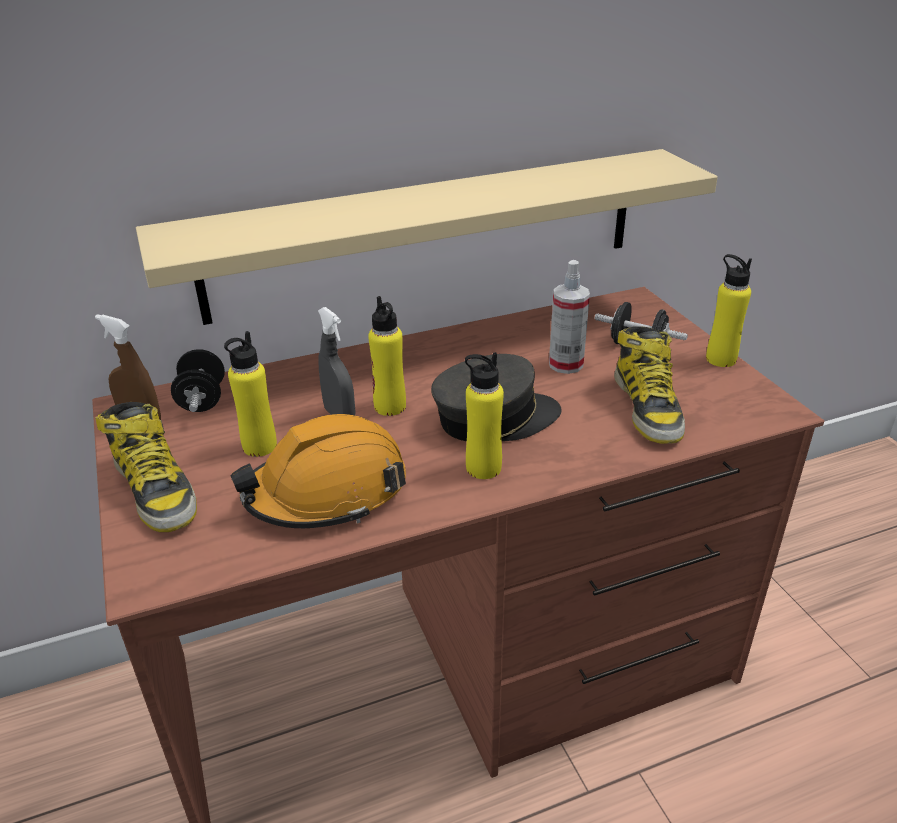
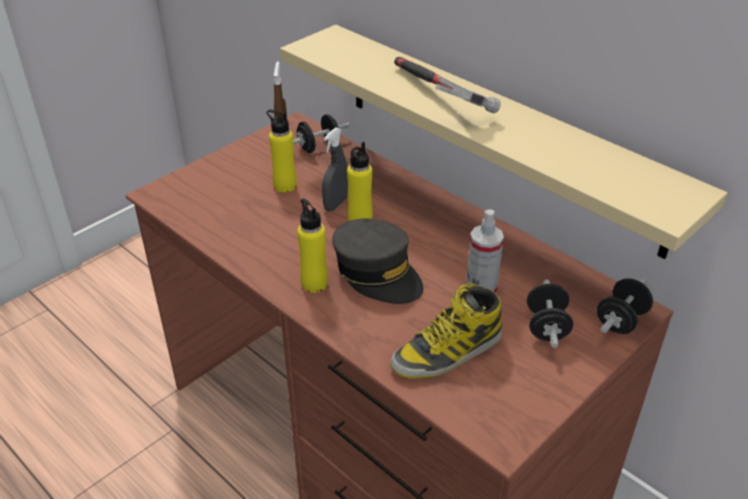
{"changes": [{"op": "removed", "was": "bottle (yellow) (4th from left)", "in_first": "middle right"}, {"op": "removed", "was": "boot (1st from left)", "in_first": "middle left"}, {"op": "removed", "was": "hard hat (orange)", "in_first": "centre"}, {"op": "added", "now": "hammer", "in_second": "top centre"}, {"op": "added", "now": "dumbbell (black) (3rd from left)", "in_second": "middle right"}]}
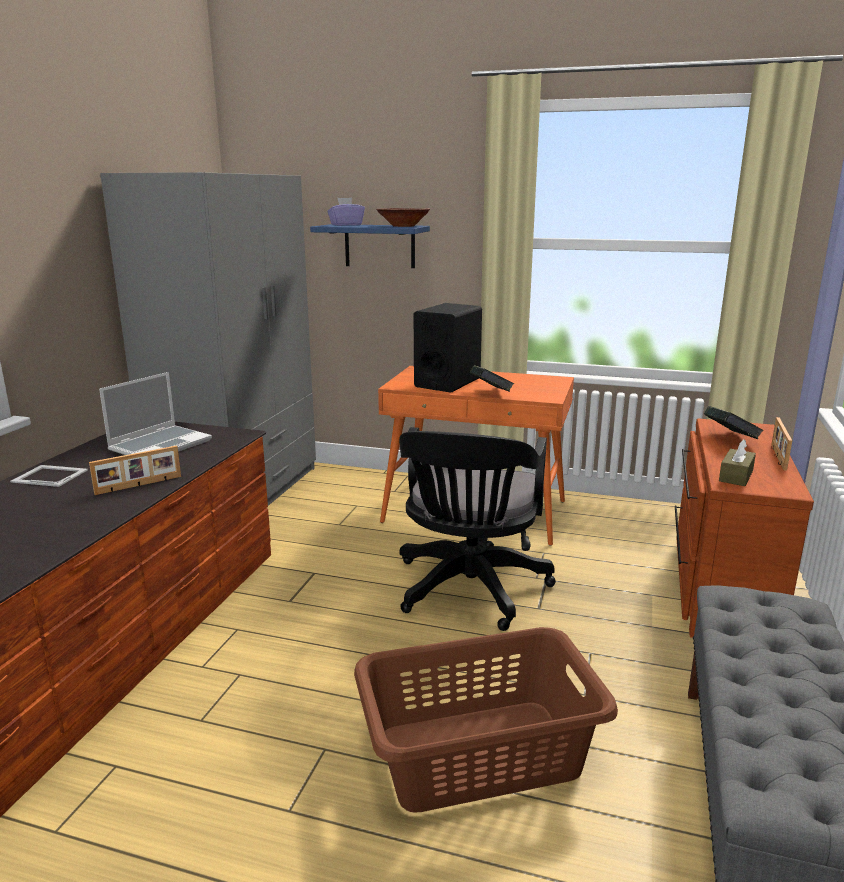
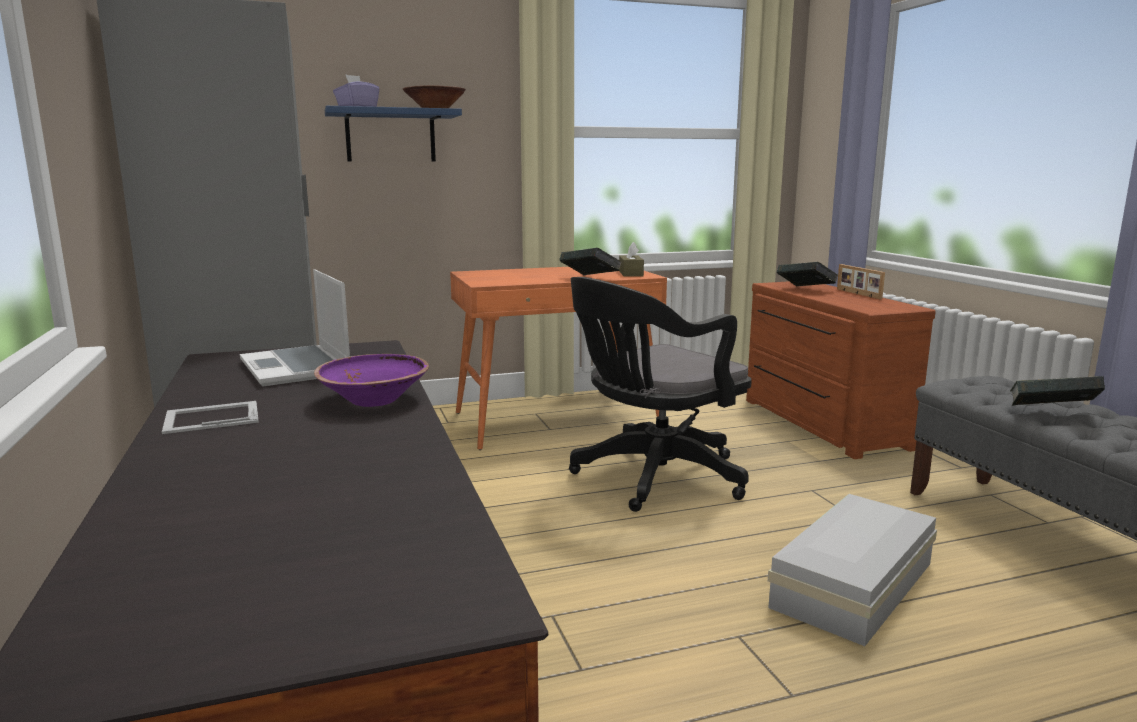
{"changes": [{"op": "removed", "was": "speaker (black)", "in_first": "centre"}, {"op": "turned", "was": "laptop", "in_first": "middle left", "in_second": "middle left", "clockwise": 150}, {"op": "turned", "was": "office chair (black)", "in_first": "centre", "in_second": "centre", "clockwise": 75}, {"op": "moved", "was": "tissue box (brown)", "in_first": "middle right", "in_second": "centre"}, {"op": "replaced", "was": "picture frame (2nd from left)", "now": "bowl (purple)", "in_first": "middle left", "in_second": "middle left"}, {"op": "replaced", "was": "laundry basket (brown)", "now": "storage box (white)", "in_first": "bottom centre", "in_second": "bottom right"}, {"op": "added", "now": "book (3rd from left)", "in_second": "middle right"}]}
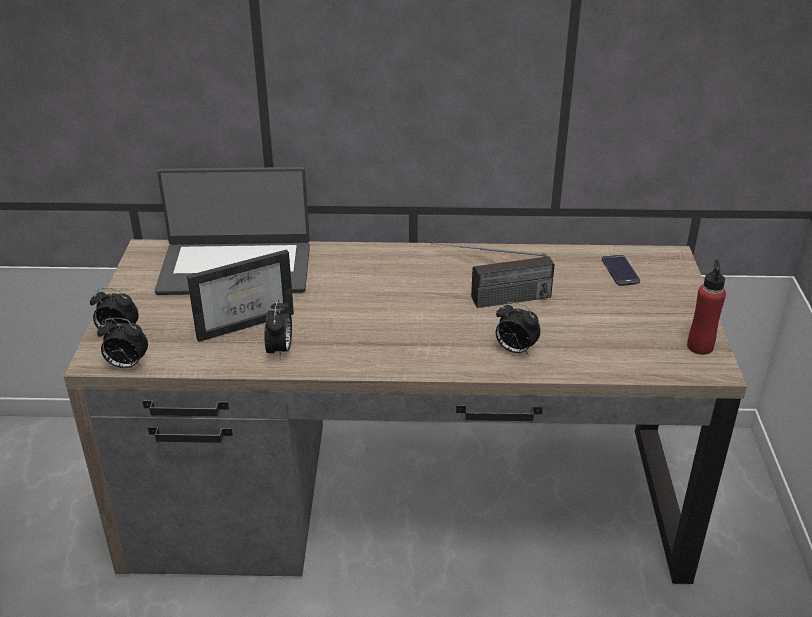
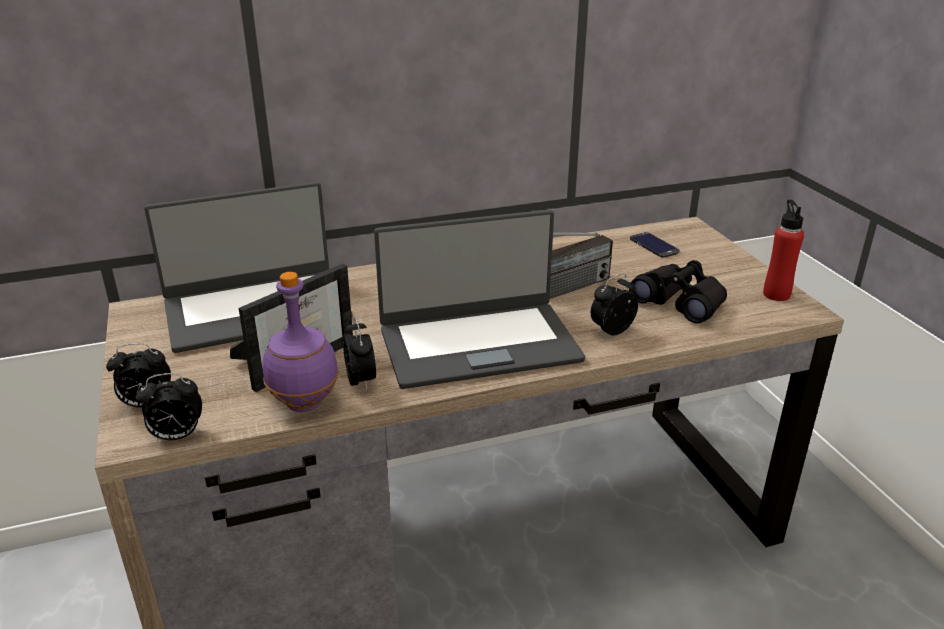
{"changes": [{"op": "turned", "was": "alarm clock (4th from left)", "in_first": "centre", "in_second": "centre", "clockwise": 135}, {"op": "added", "now": "laptop (2nd from left)", "in_second": "centre"}, {"op": "added", "now": "binoculars (black)", "in_second": "middle right"}, {"op": "added", "now": "bottle (purple)", "in_second": "middle left"}]}
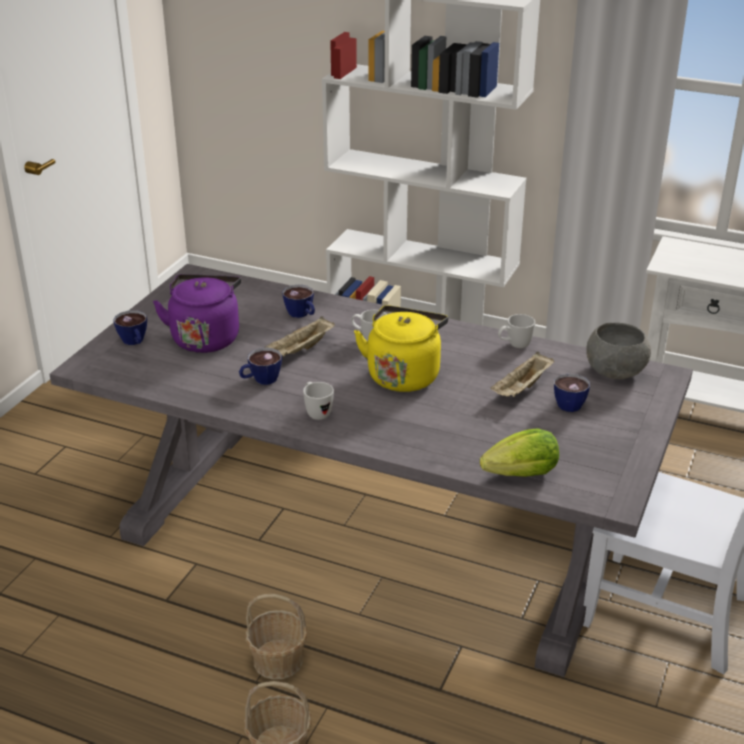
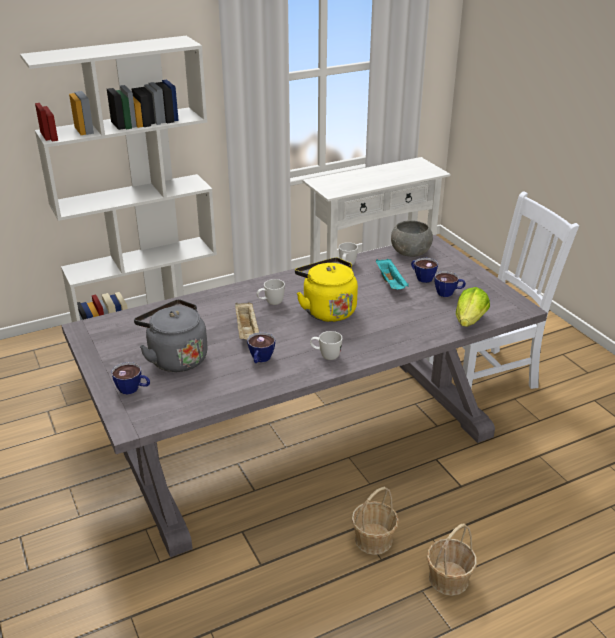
{"changes": [{"op": "recoloured", "was": "kettle (purple)", "now": "kettle (grey)", "in_first": "middle left", "in_second": "middle left"}, {"op": "moved", "was": "cup (3rd from left in the first image)", "now": "cup (4th from left)", "in_first": "centre", "in_second": "middle right"}, {"op": "recoloured", "was": "tray (beige) (2nd from left)", "now": "tray (turquoise)", "in_first": "middle right", "in_second": "centre"}]}
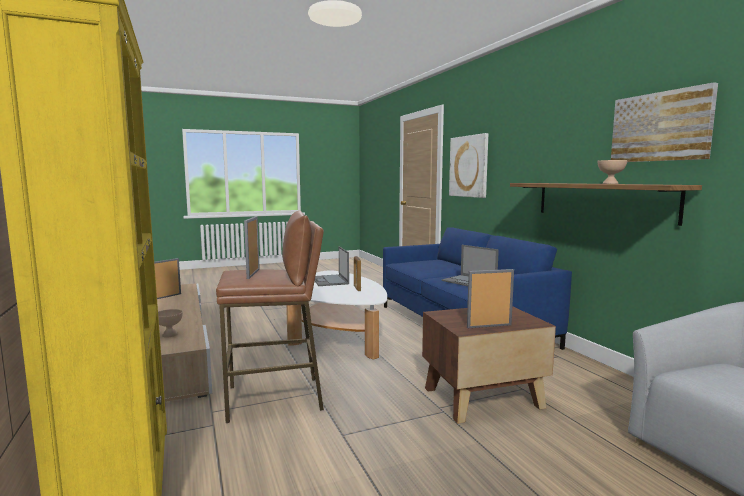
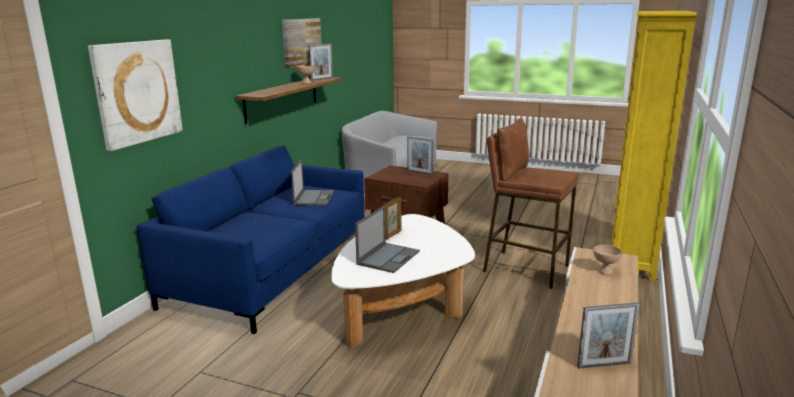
{"changes": [{"op": "moved", "was": "picture frame (2nd from left in the first image)", "now": "picture frame (1st from left)", "in_first": "centre", "in_second": "top centre"}]}
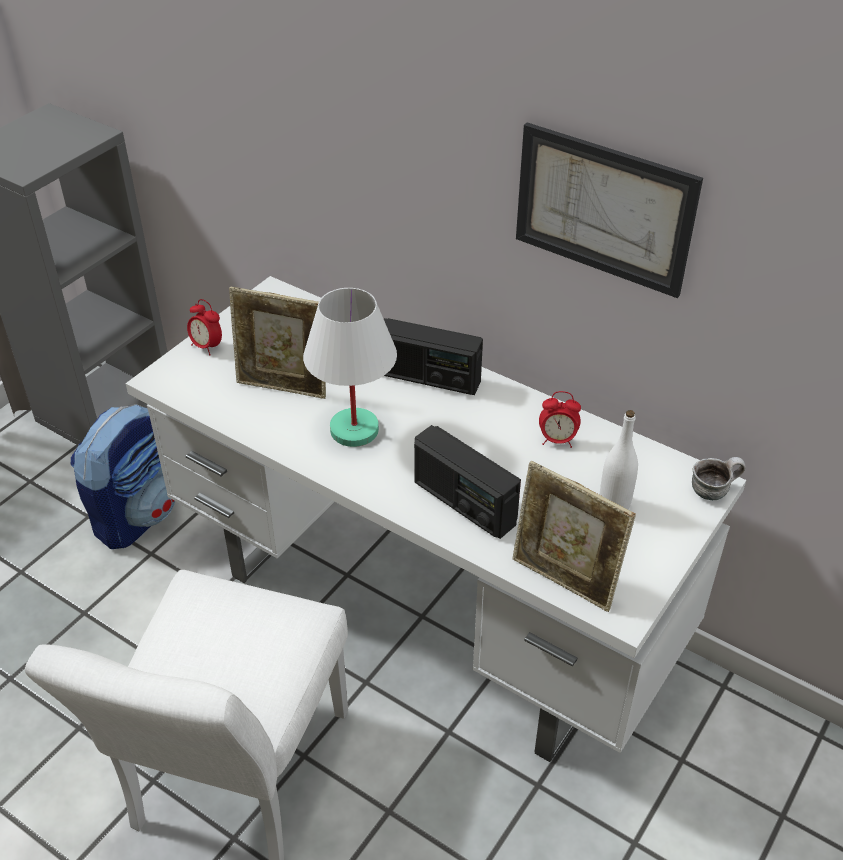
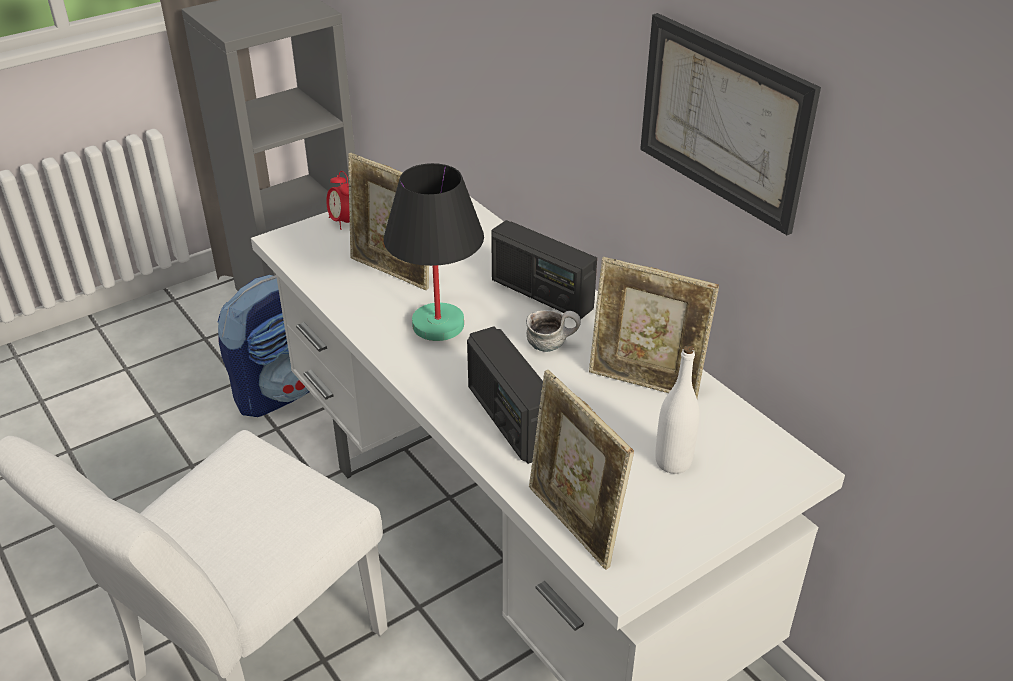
{"changes": [{"op": "recoloured", "was": "table lamp (white)", "now": "table lamp (black)", "in_first": "centre", "in_second": "centre"}, {"op": "replaced", "was": "alarm clock (2nd from left)", "now": "picture frame (3rd from left)", "in_first": "centre", "in_second": "centre"}, {"op": "moved", "was": "mug", "in_first": "middle right", "in_second": "centre"}]}
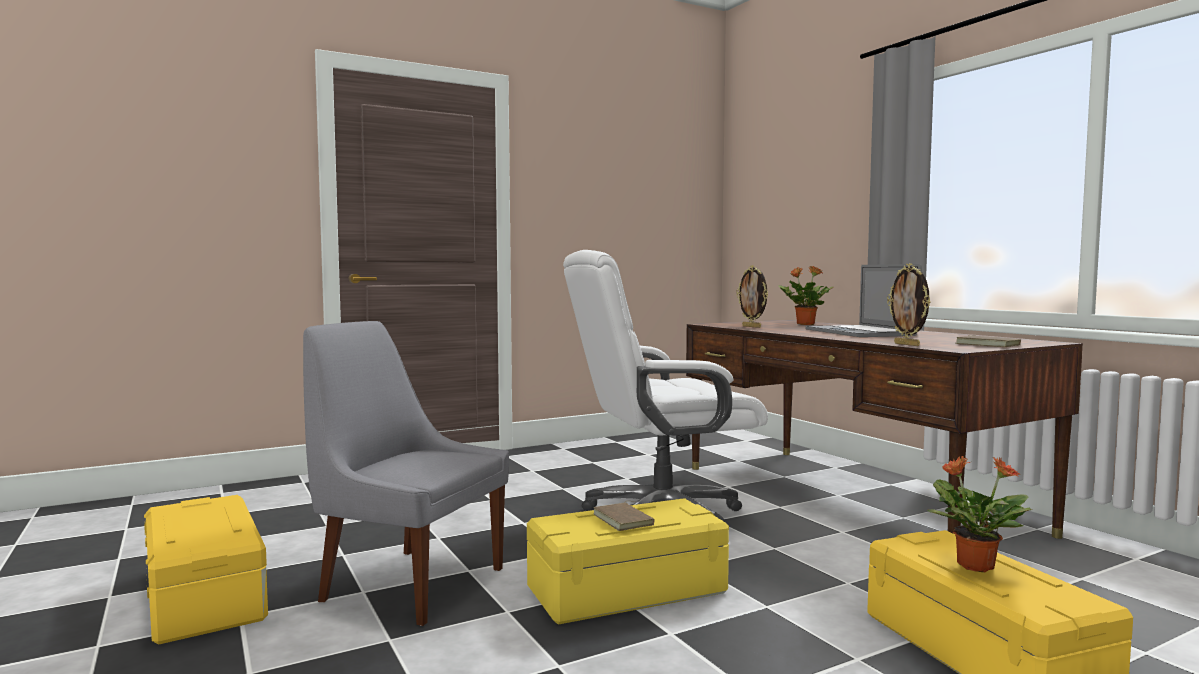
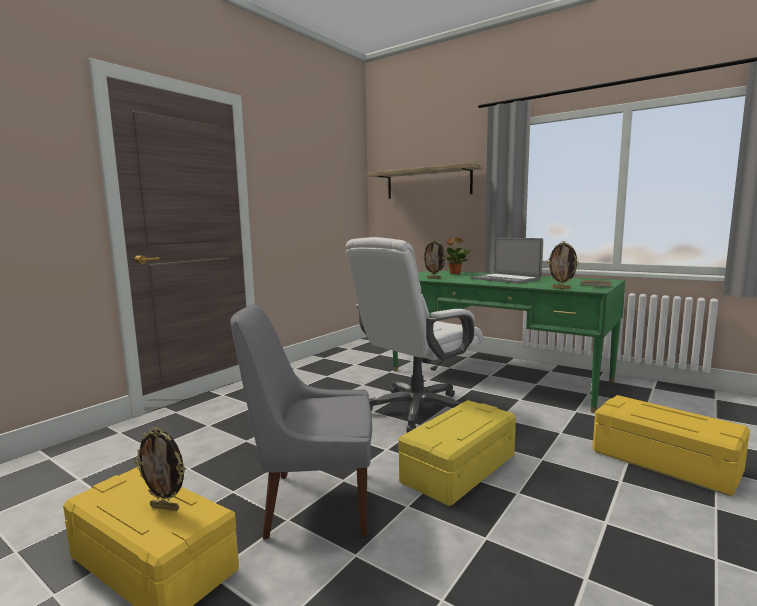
{"changes": [{"op": "recoloured", "was": "desk (brown)", "now": "desk (green)", "in_first": "middle right", "in_second": "middle right"}, {"op": "removed", "was": "potted plant (2nd from left)", "in_first": "bottom right"}, {"op": "removed", "was": "book (brown) (1st from left)", "in_first": "bottom centre"}, {"op": "added", "now": "shelf", "in_second": "top centre"}, {"op": "added", "now": "picture frame (1st from left)", "in_second": "bottom left"}]}
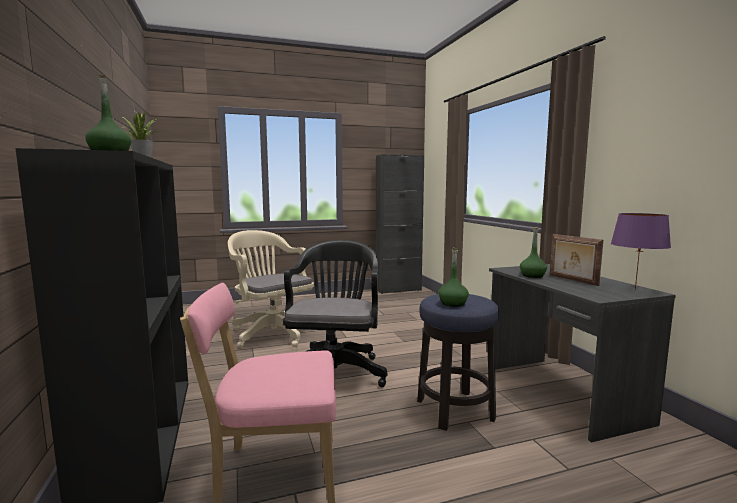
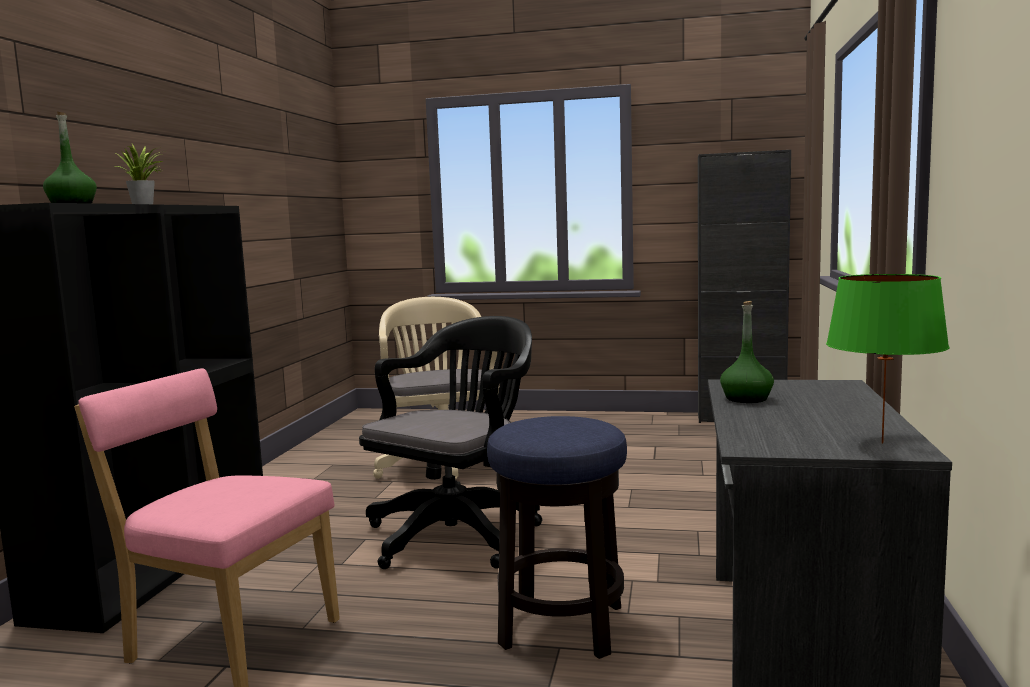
{"changes": [{"op": "recoloured", "was": "table lamp (purple)", "now": "table lamp (green)", "in_first": "middle right", "in_second": "middle right"}, {"op": "removed", "was": "picture frame", "in_first": "middle right"}, {"op": "removed", "was": "bottle (green) (2nd from left)", "in_first": "centre"}]}
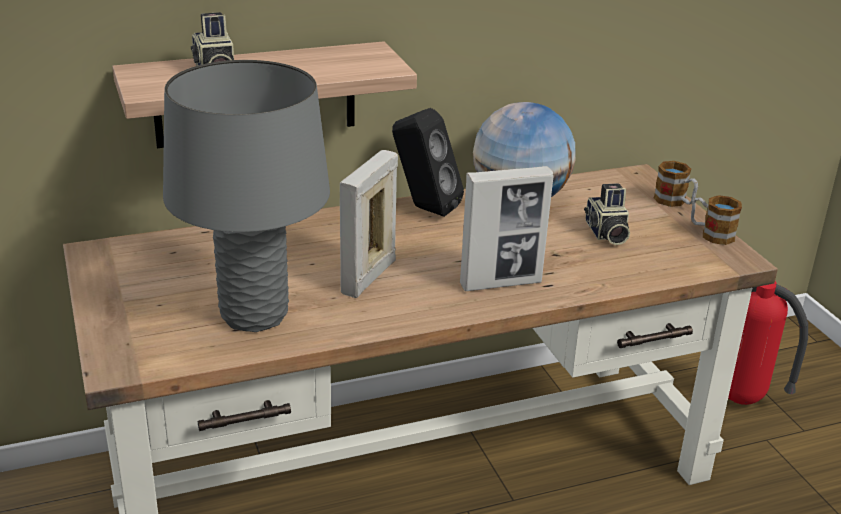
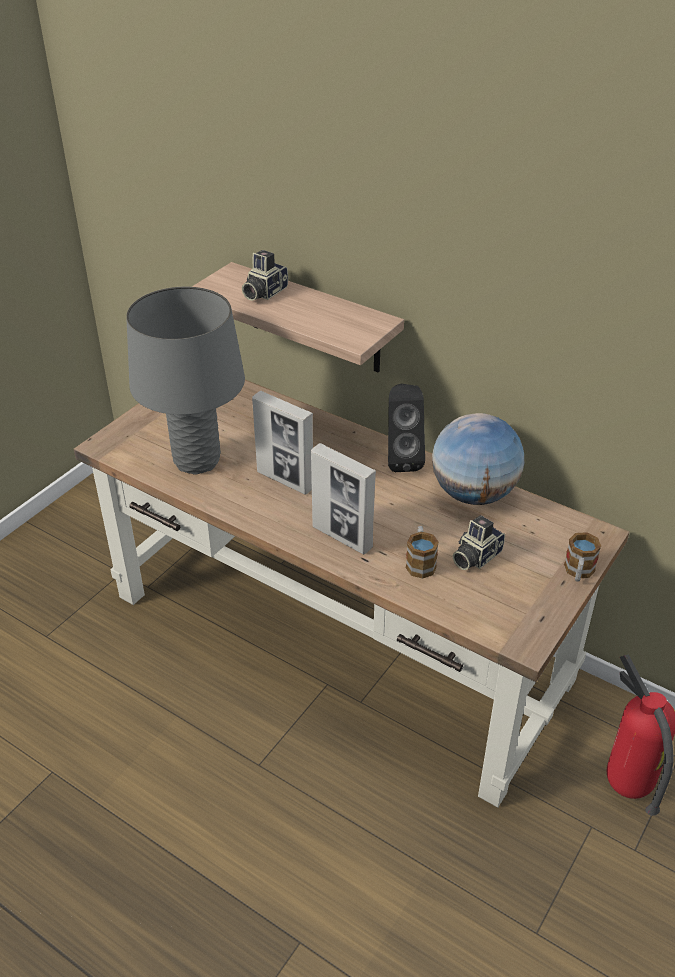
{"changes": [{"op": "turned", "was": "picture frame (1st from left)", "in_first": "centre", "in_second": "centre", "clockwise": -135}, {"op": "moved", "was": "mug (2nd from left in the first image)", "now": "mug (1st from left)", "in_first": "middle right", "in_second": "centre"}]}
